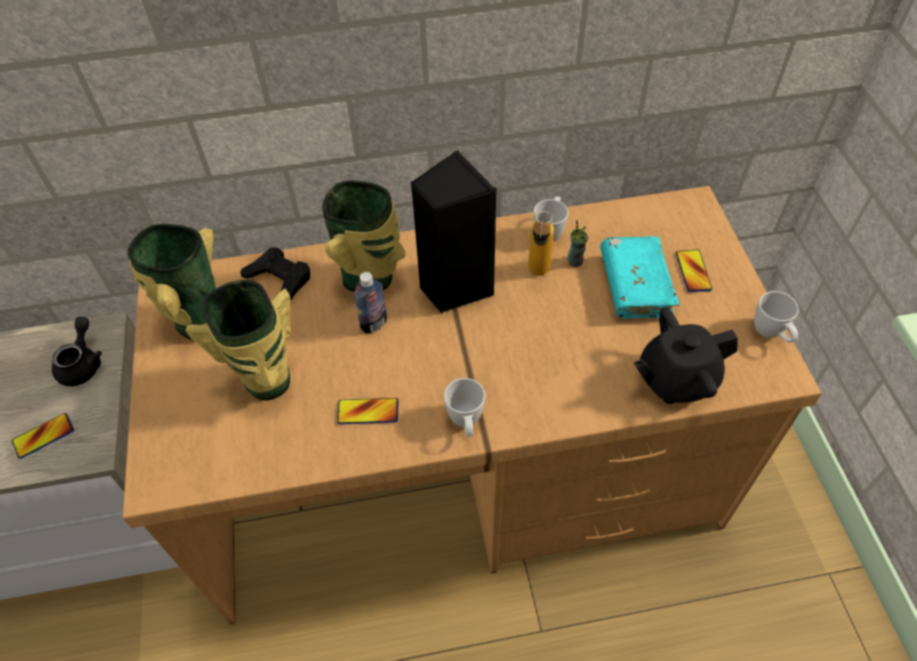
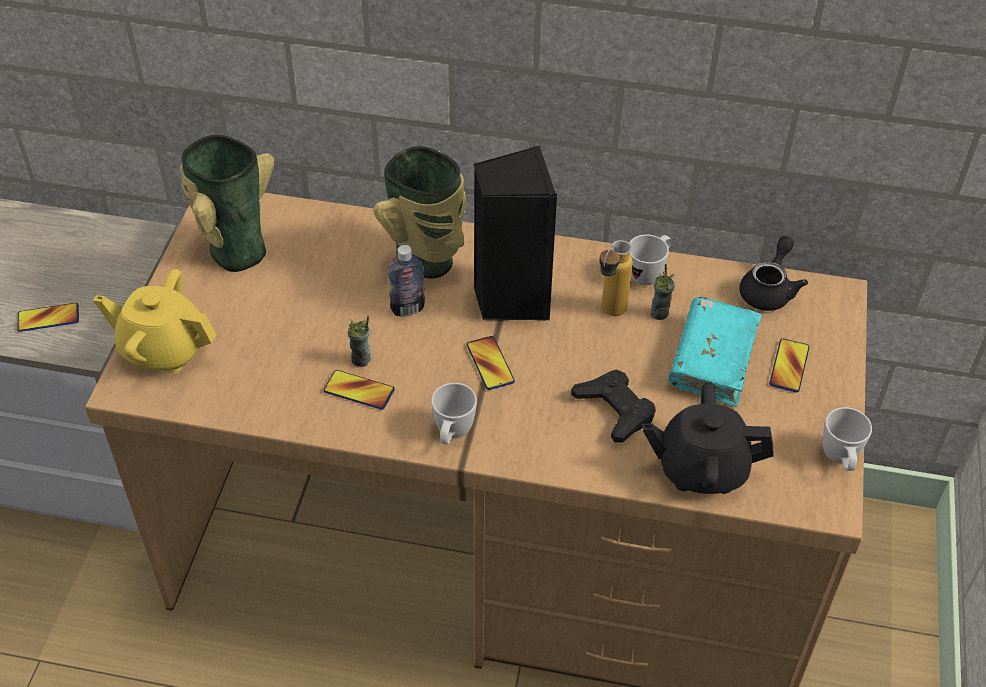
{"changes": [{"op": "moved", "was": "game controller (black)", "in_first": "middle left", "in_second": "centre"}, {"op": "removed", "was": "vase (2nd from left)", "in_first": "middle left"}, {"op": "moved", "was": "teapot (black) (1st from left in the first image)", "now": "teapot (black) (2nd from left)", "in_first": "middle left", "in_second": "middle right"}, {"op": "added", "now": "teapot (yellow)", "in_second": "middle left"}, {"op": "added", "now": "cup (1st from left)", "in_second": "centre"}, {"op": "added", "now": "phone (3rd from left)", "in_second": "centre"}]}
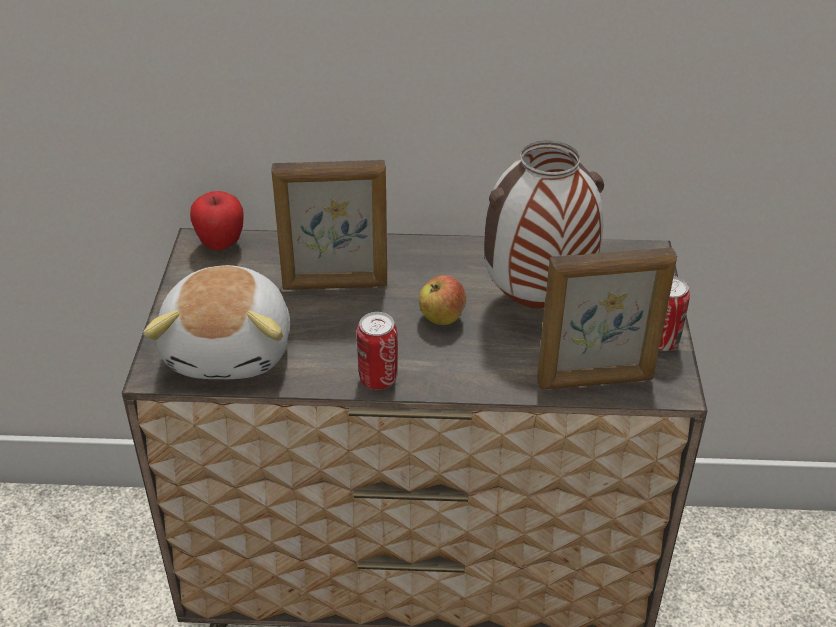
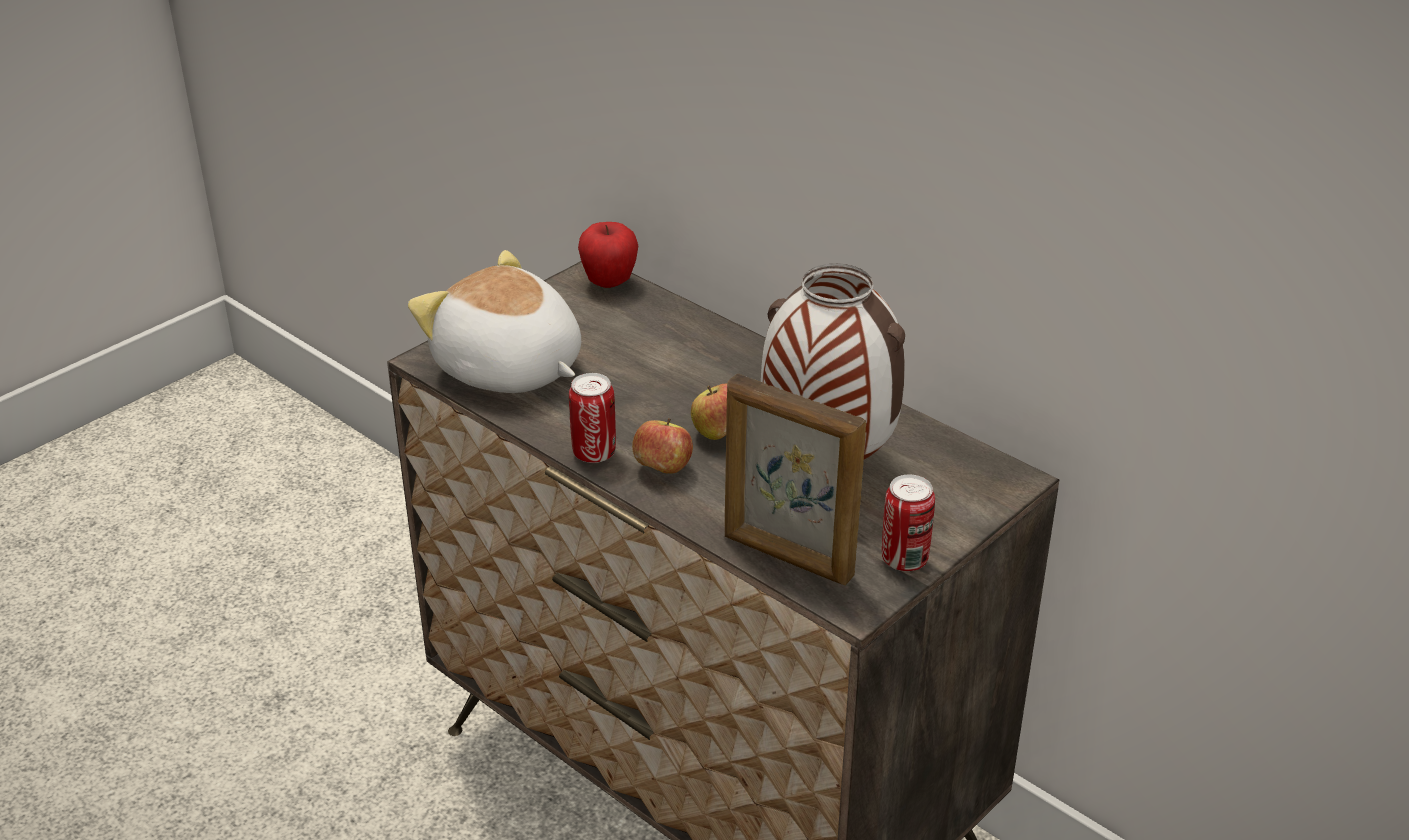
{"changes": [{"op": "removed", "was": "picture frame (1st from left)", "in_first": "centre"}, {"op": "turned", "was": "plush toy", "in_first": "middle left", "in_second": "centre", "clockwise": 90}, {"op": "added", "now": "apple (2nd from left)", "in_second": "centre"}]}
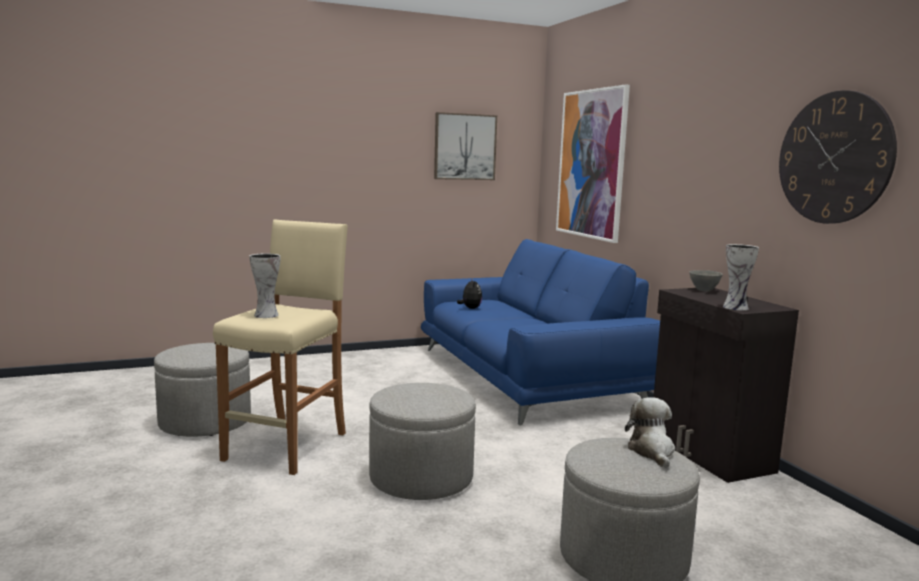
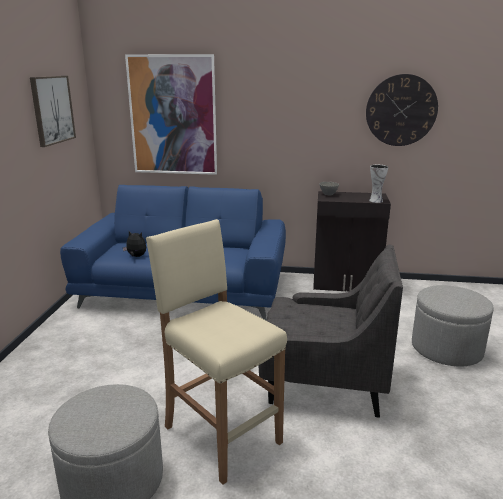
{"changes": [{"op": "removed", "was": "vase (1st from left)", "in_first": "middle left"}, {"op": "replaced", "was": "ottoman (grey) (2nd from left)", "now": "armchair (grey)", "in_first": "bottom centre", "in_second": "centre"}, {"op": "removed", "was": "plush toy (2nd from left)", "in_first": "bottom right"}]}
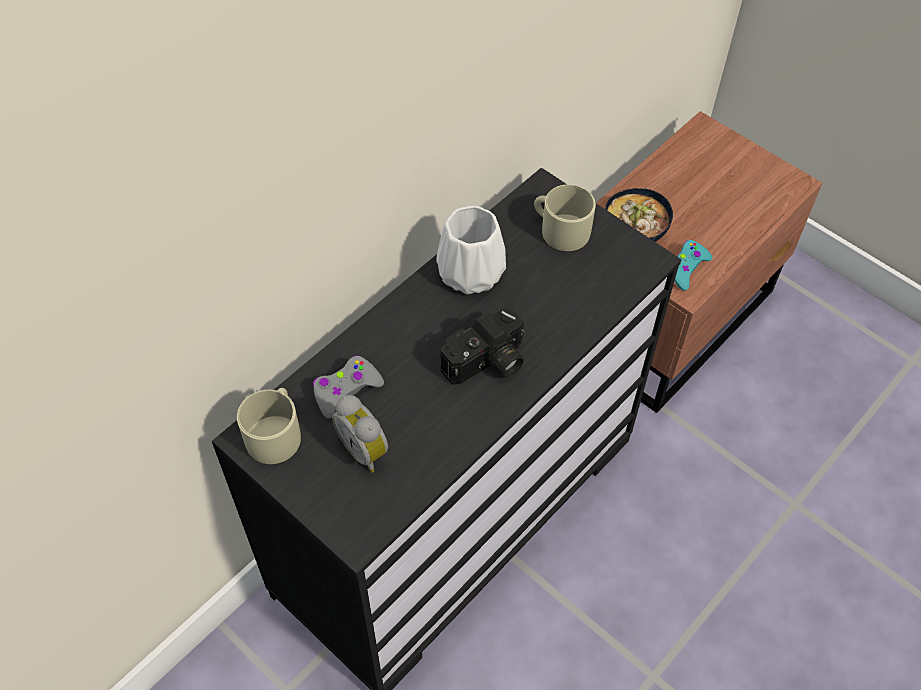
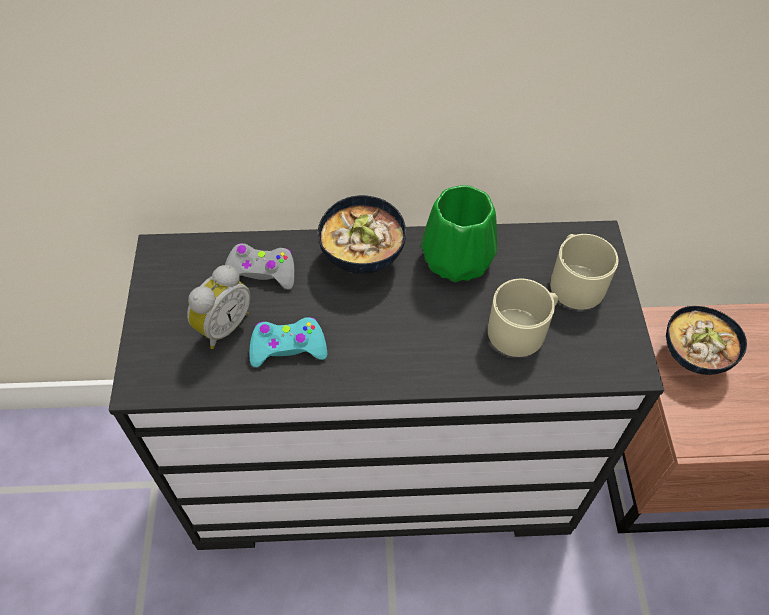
{"changes": [{"op": "recoloured", "was": "vase (white)", "now": "vase (green)", "in_first": "centre", "in_second": "centre"}, {"op": "moved", "was": "game controller (turquoise)", "in_first": "middle right", "in_second": "centre"}, {"op": "removed", "was": "photo camera", "in_first": "centre"}, {"op": "moved", "was": "mug (beige) (1st from left)", "in_first": "middle left", "in_second": "middle right"}, {"op": "turned", "was": "alarm clock", "in_first": "centre", "in_second": "middle left", "clockwise": -150}, {"op": "added", "now": "bowl (1st from left)", "in_second": "centre"}]}
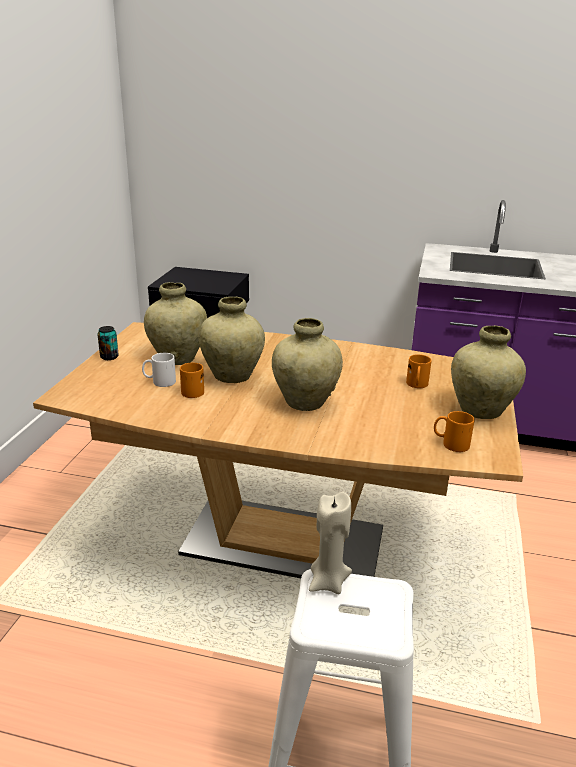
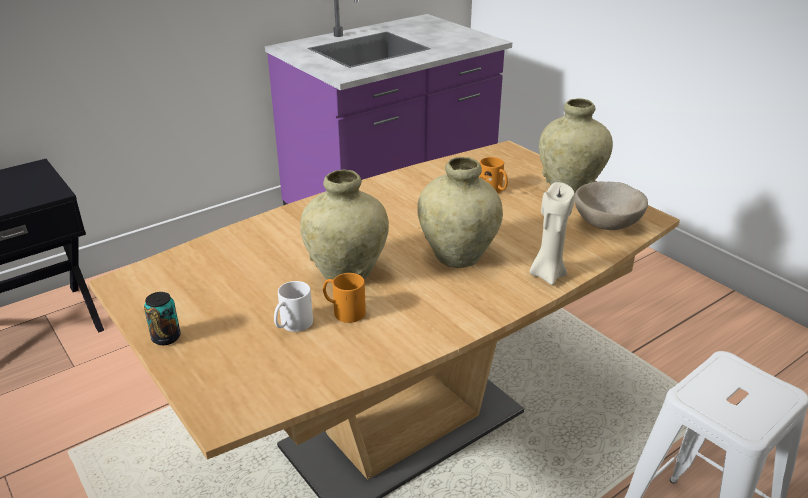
{"changes": [{"op": "removed", "was": "vase (beige) (1st from left)", "in_first": "middle left"}, {"op": "replaced", "was": "mug (orange) (3rd from left)", "now": "bowl (beige)", "in_first": "middle right", "in_second": "middle right"}, {"op": "moved", "was": "candle (beige)", "in_first": "bottom centre", "in_second": "middle right"}]}
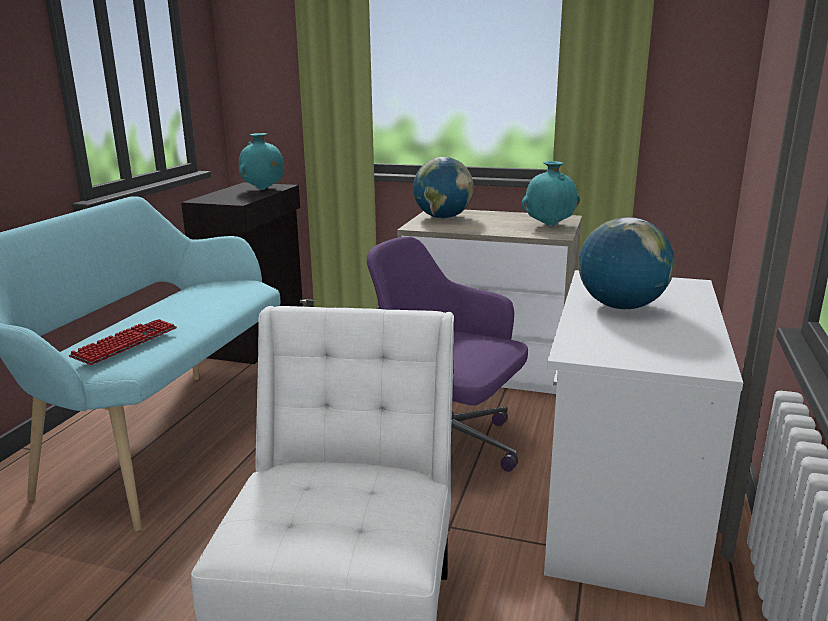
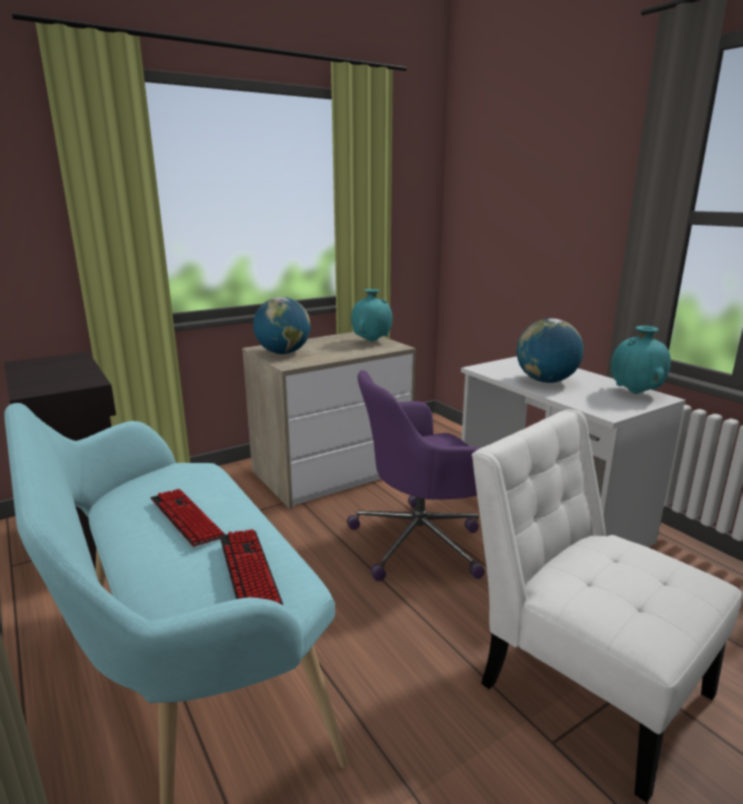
{"changes": [{"op": "moved", "was": "vase (turquoise) (1st from left in the first image)", "now": "vase (turquoise) (2nd from left)", "in_first": "top left", "in_second": "middle right"}, {"op": "added", "now": "keyboard (1st from left)", "in_second": "middle left"}]}
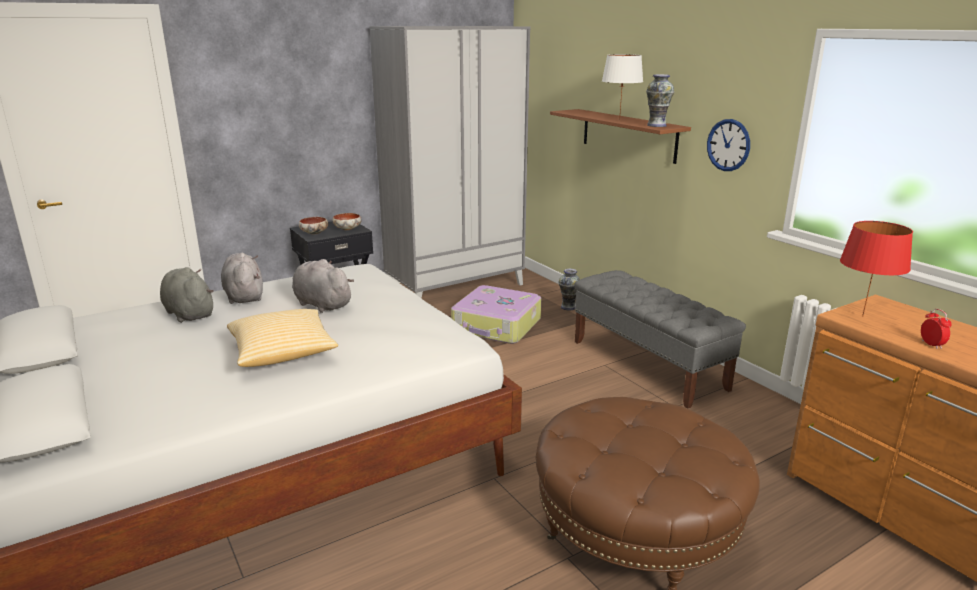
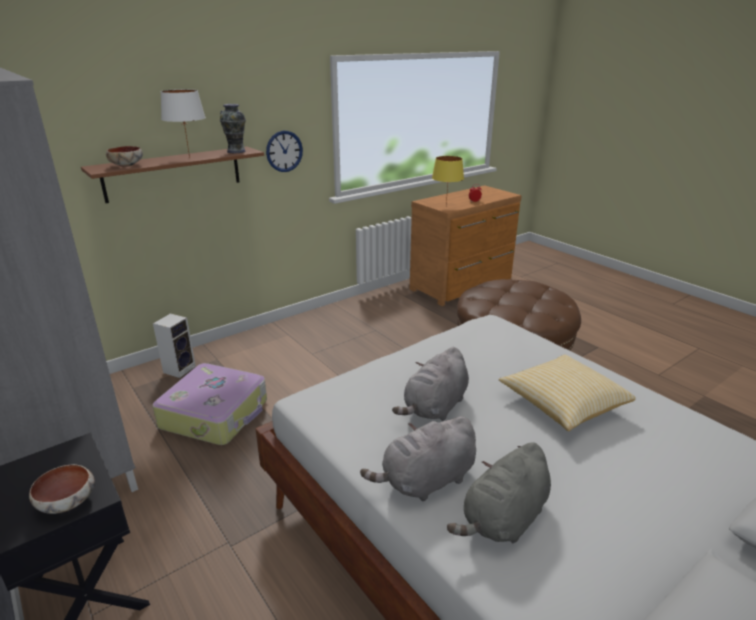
{"changes": [{"op": "moved", "was": "bowl (2nd from left)", "in_first": "centre", "in_second": "top left"}, {"op": "recoloured", "was": "table lamp (red)", "now": "table lamp (yellow)", "in_first": "middle right", "in_second": "top centre"}, {"op": "replaced", "was": "vase (1st from left)", "now": "speaker", "in_first": "centre", "in_second": "middle left"}, {"op": "removed", "was": "bench (grey)", "in_first": "middle right"}]}
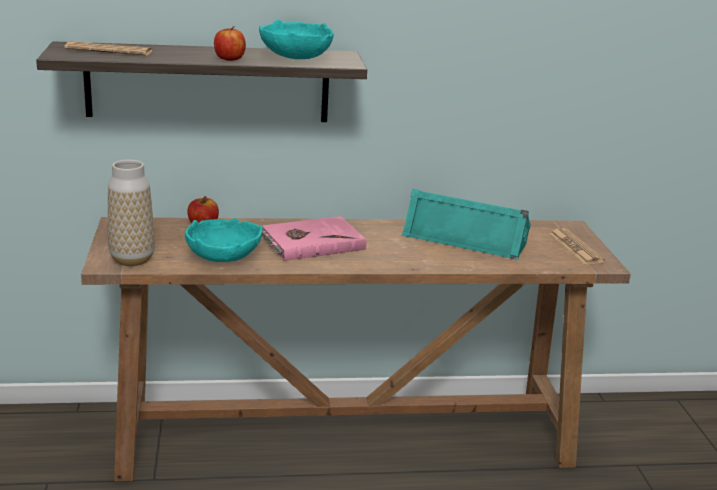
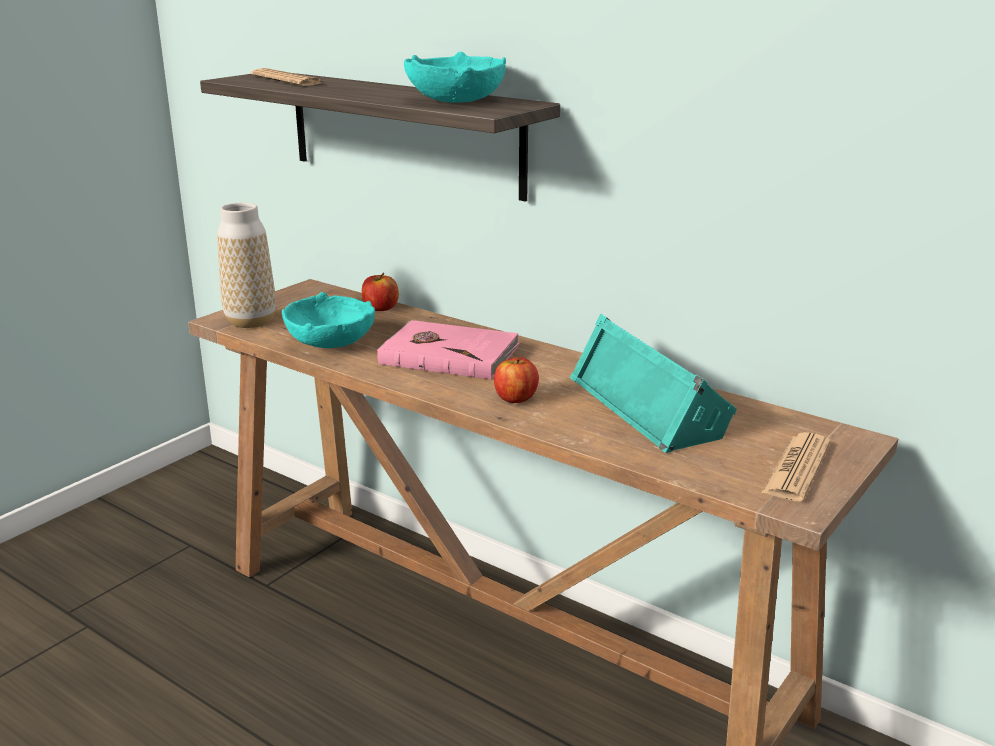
{"changes": [{"op": "moved", "was": "apple (2nd from left)", "in_first": "top left", "in_second": "centre"}]}
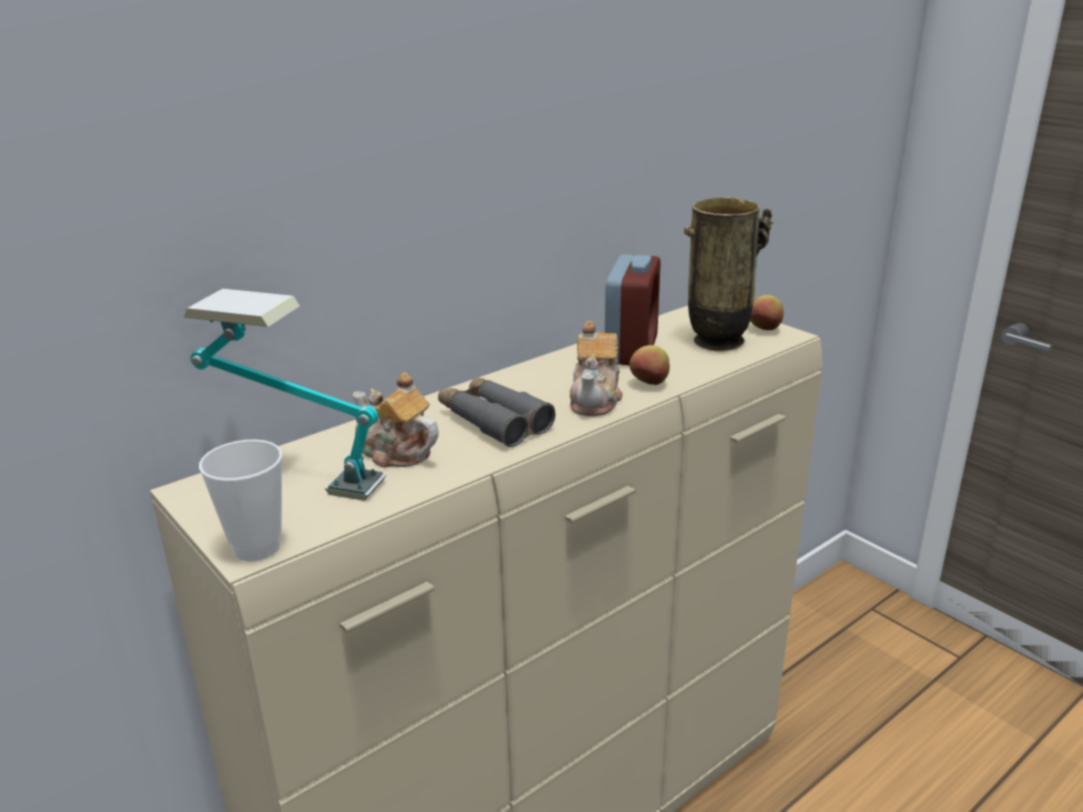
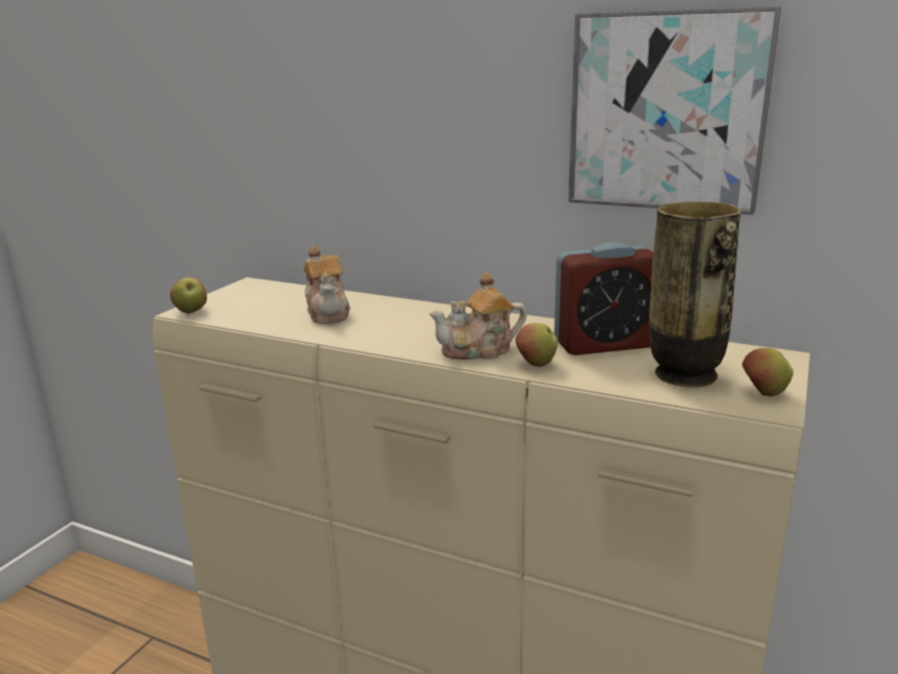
{"changes": [{"op": "removed", "was": "table lamp", "in_first": "middle left"}, {"op": "turned", "was": "teapot (1st from left)", "in_first": "centre", "in_second": "centre", "clockwise": 150}, {"op": "removed", "was": "binoculars (grey)", "in_first": "centre"}, {"op": "replaced", "was": "cup", "now": "apple (1st from left)", "in_first": "middle left", "in_second": "middle left"}, {"op": "added", "now": "picture", "in_second": "top right"}]}
